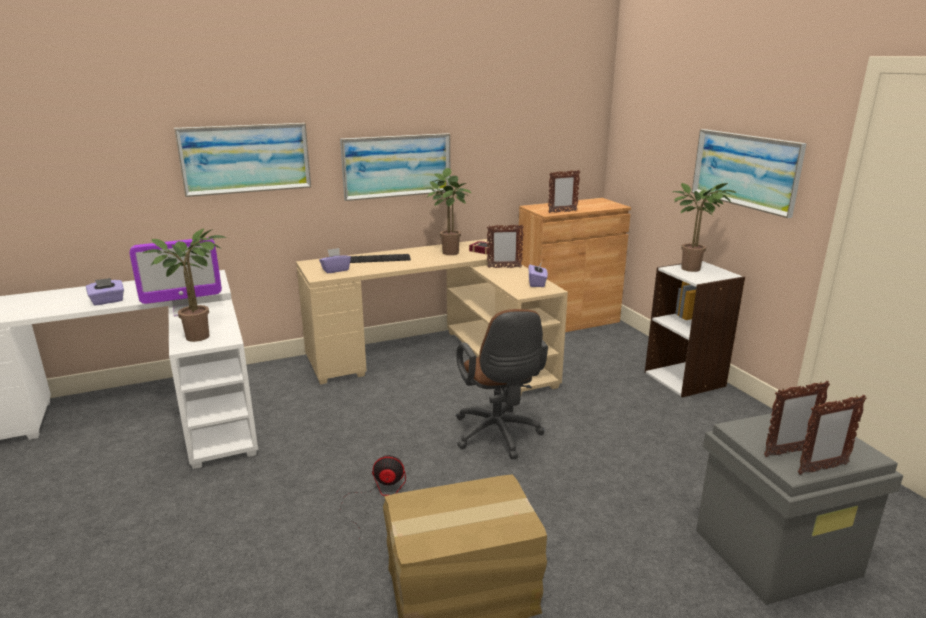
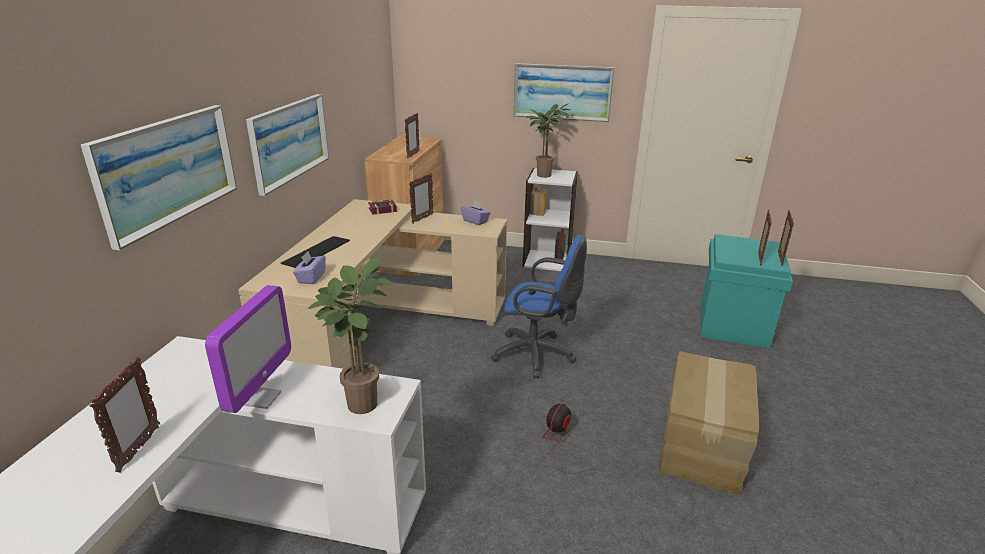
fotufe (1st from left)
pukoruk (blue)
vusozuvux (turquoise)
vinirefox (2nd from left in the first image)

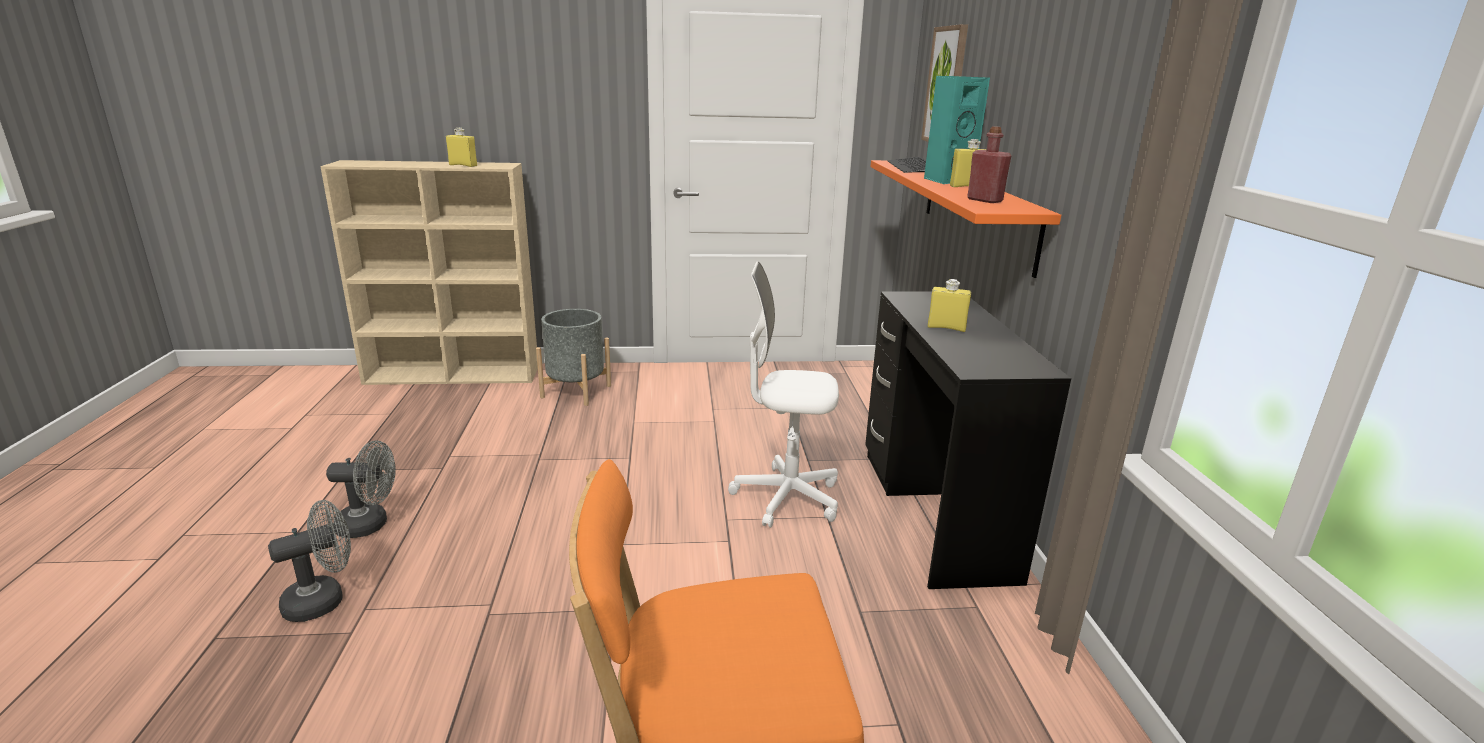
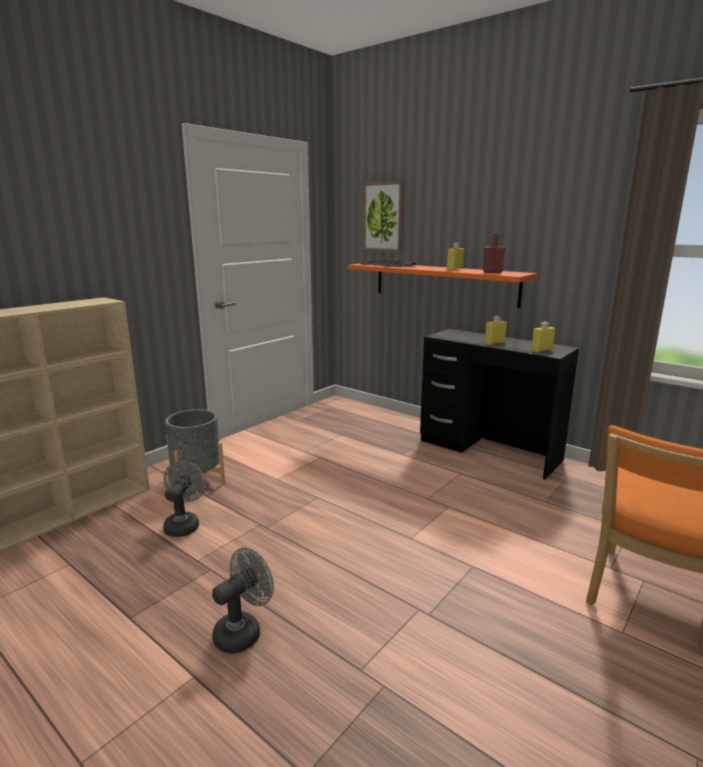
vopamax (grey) (1st from left)
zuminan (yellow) (3rd from left)
pukoruk (white)
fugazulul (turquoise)

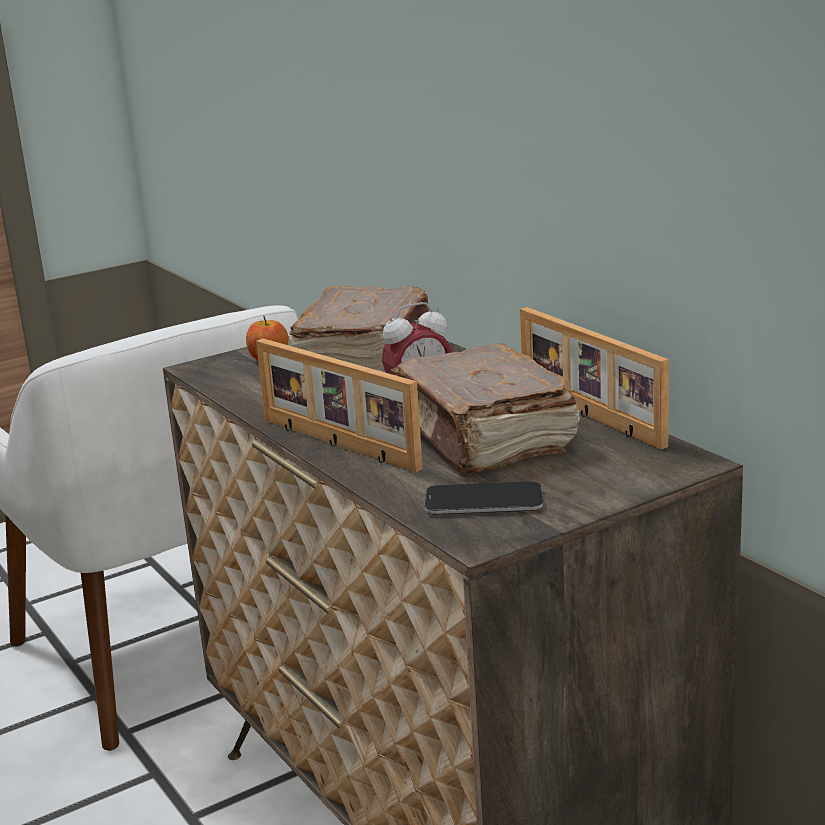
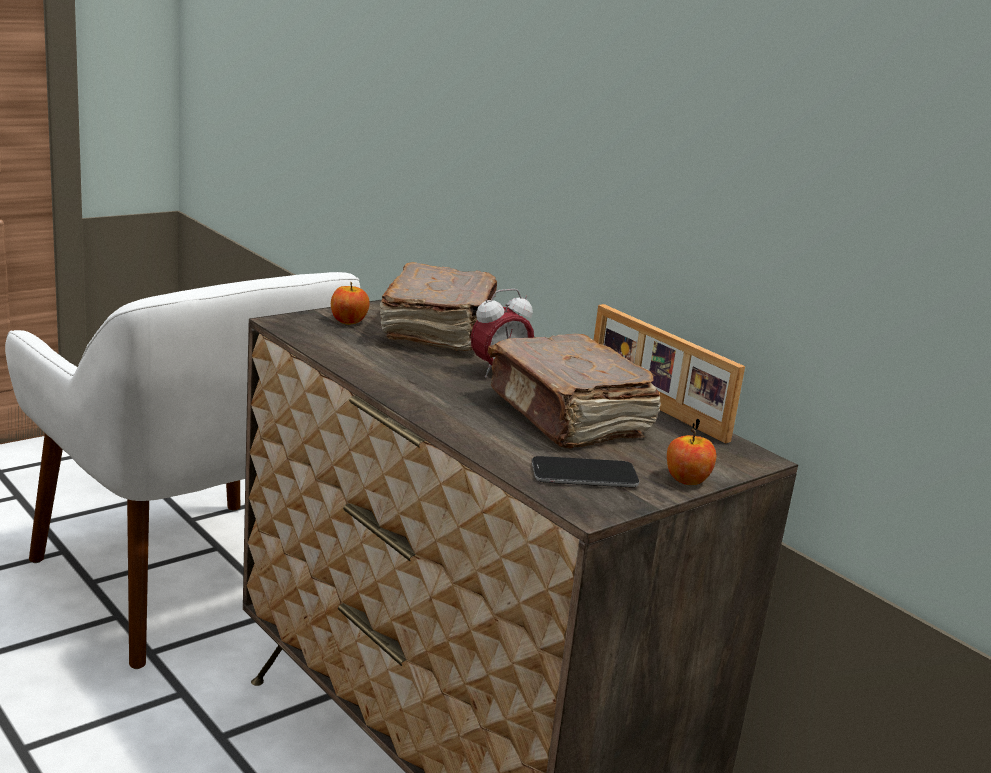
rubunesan (2nd from left)
fotufe (1st from left in the first image)

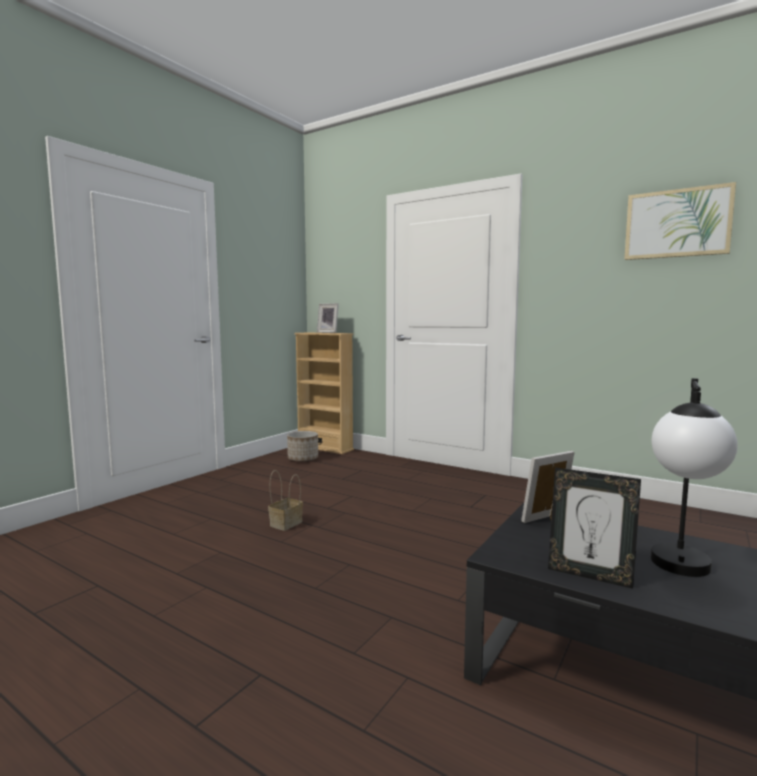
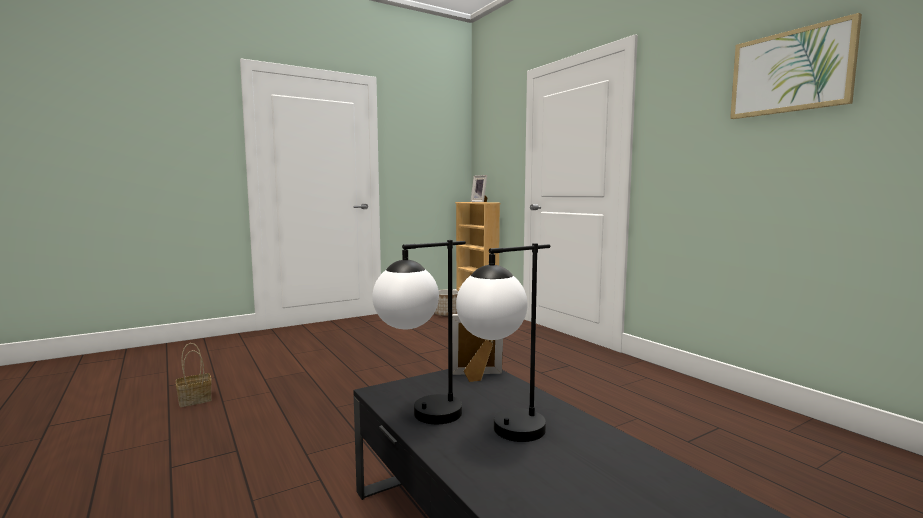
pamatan
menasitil (1st from left)

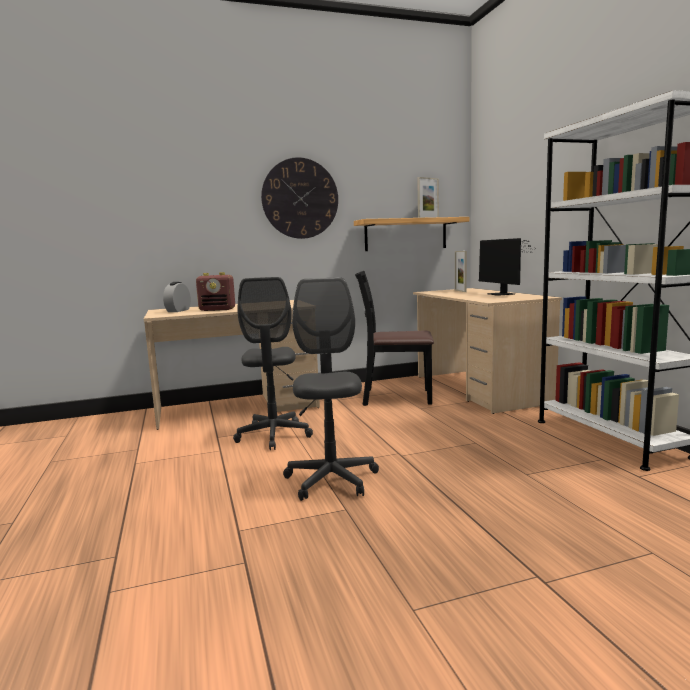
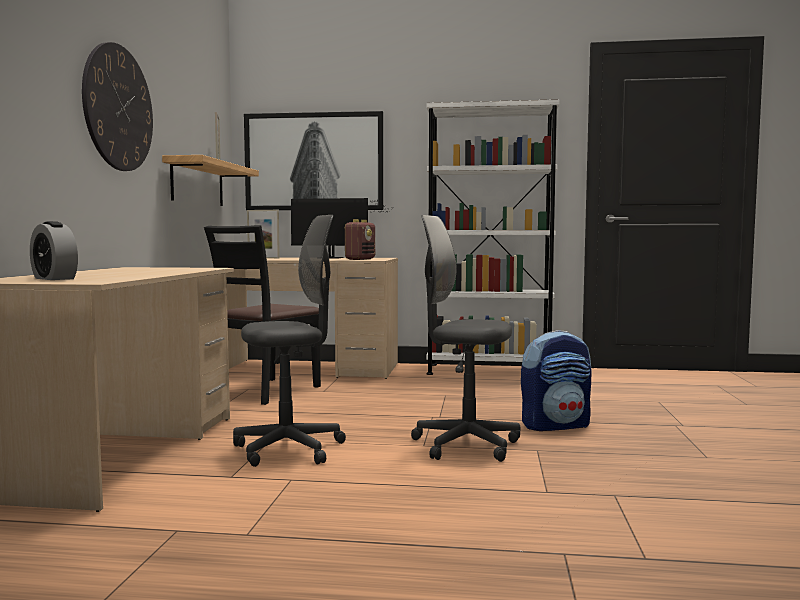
pukoruk (grey) (1st from left)
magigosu
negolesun
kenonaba

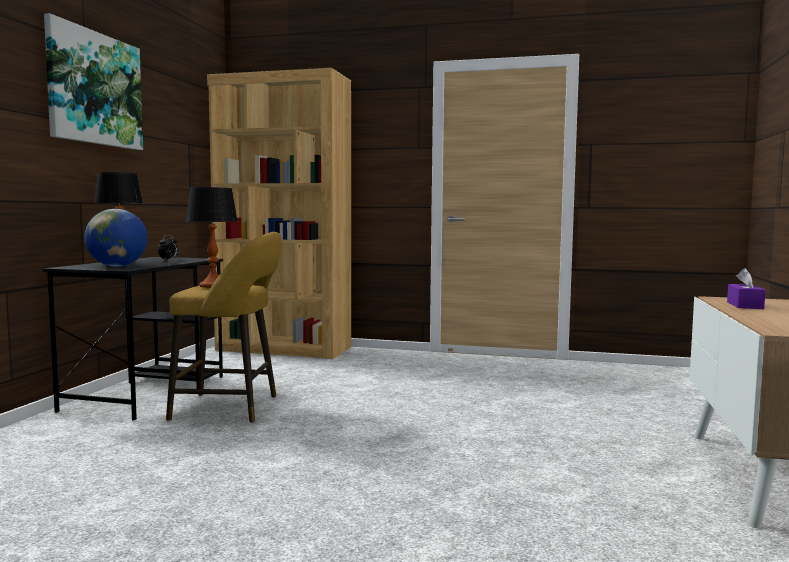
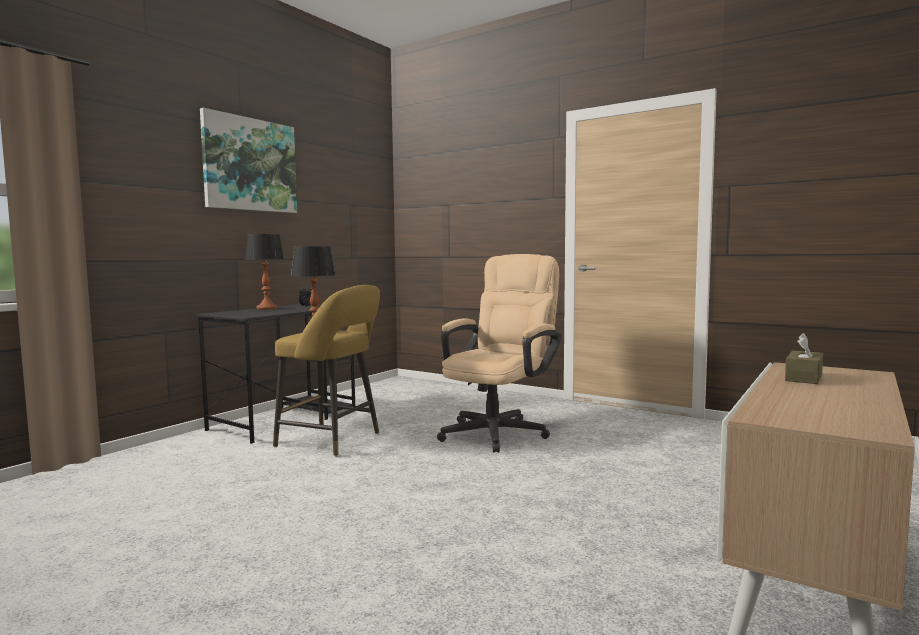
pukoruk (beige)
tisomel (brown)
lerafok
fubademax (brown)

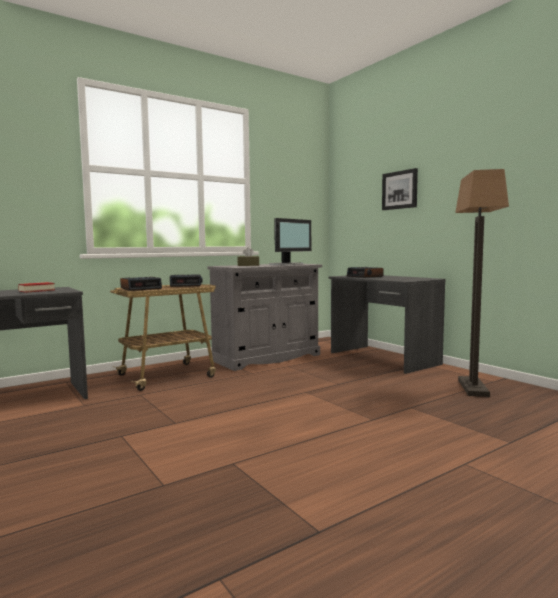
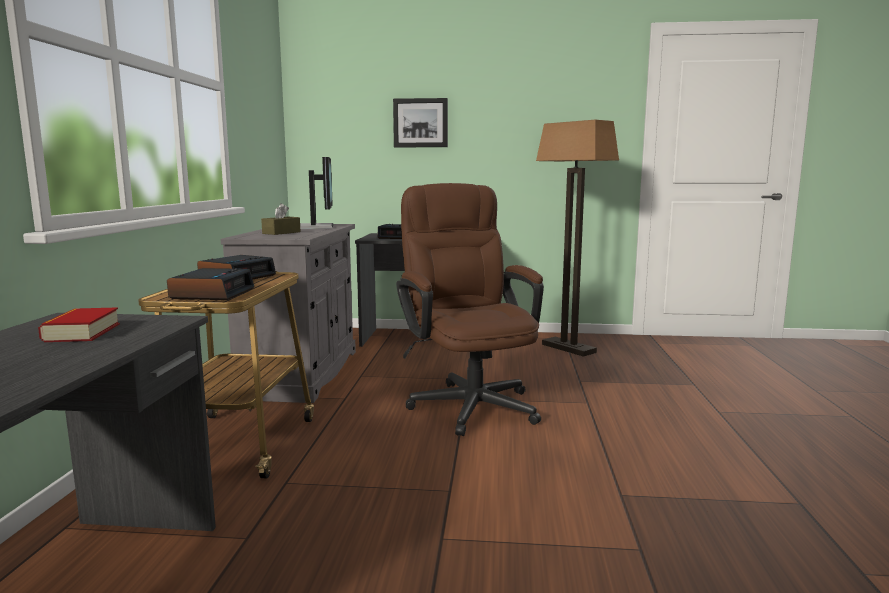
pukoruk (brown)

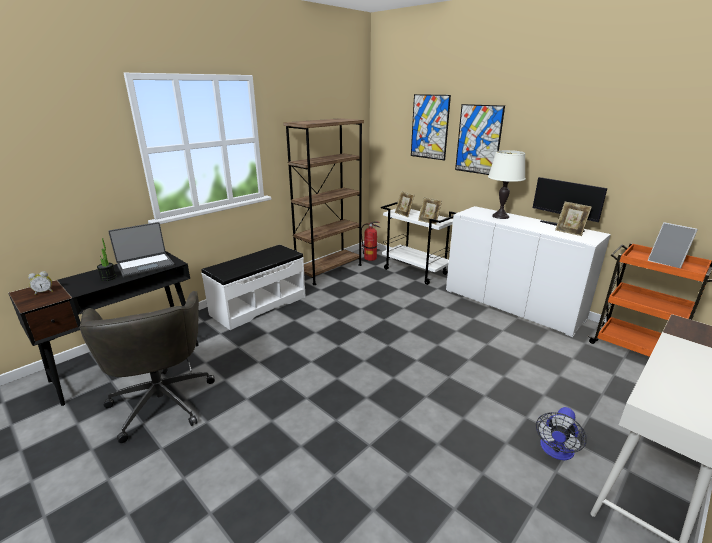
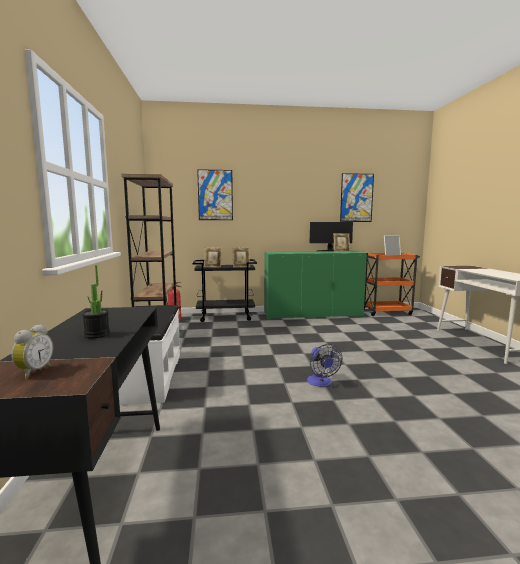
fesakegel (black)
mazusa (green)
vopamax
magigosu (2nd from left)
pukoruk (grey)
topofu
menasitil (white)

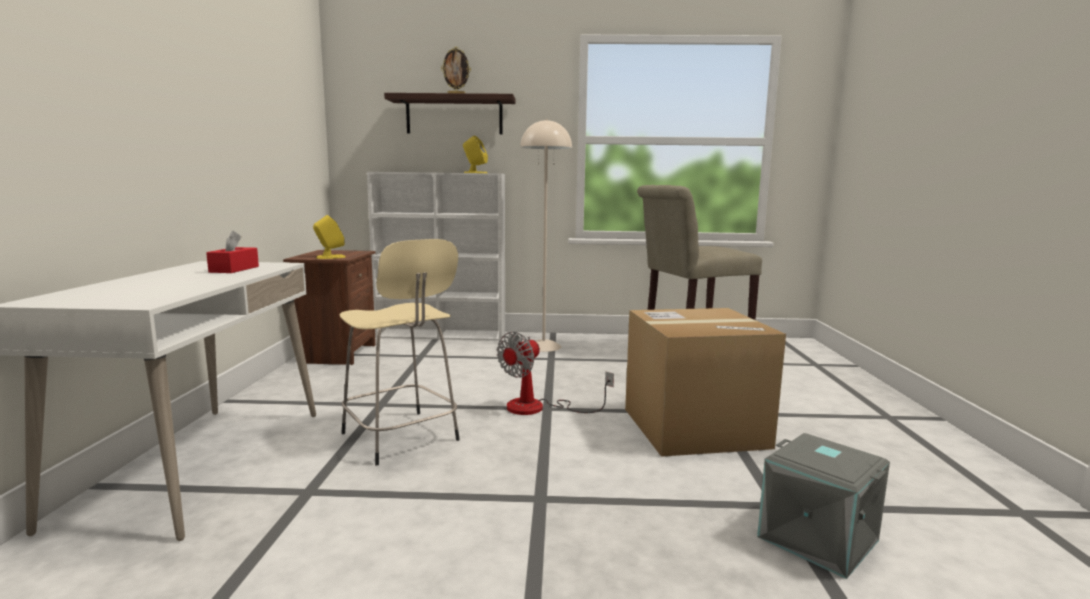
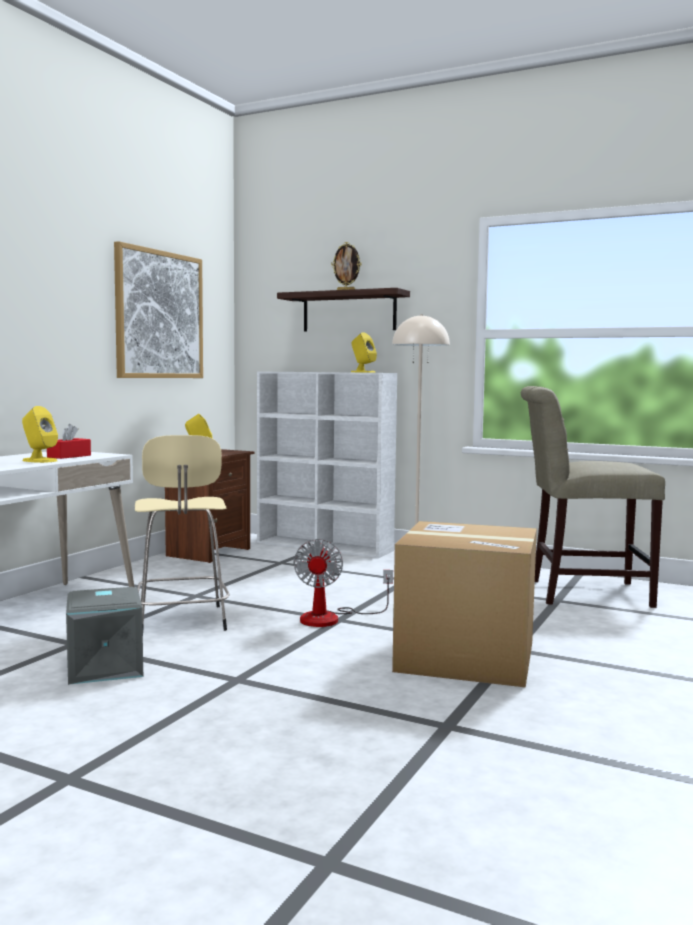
fugazulul (yellow) (1st from left)
vusozuvux (grey)
magigosu
vopamax

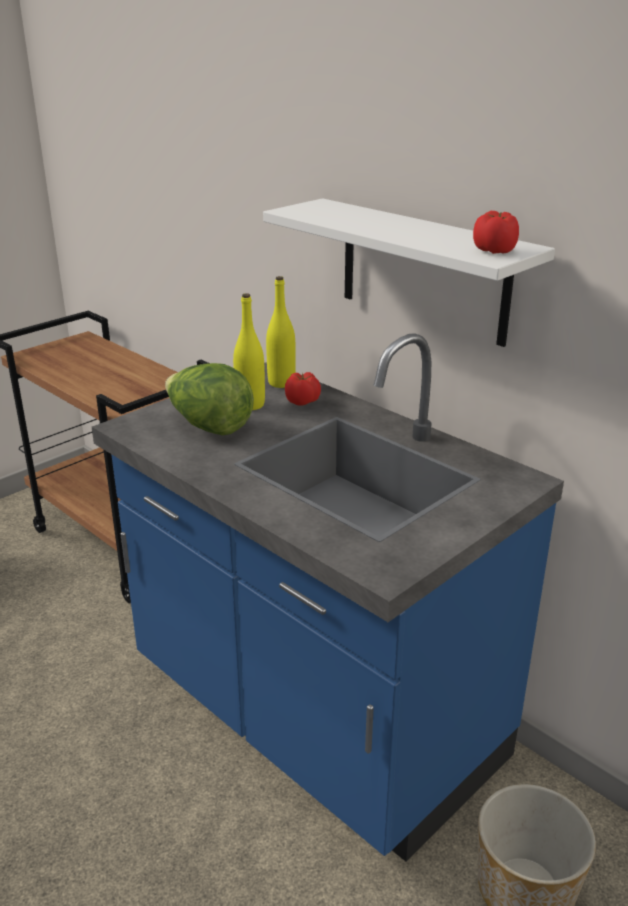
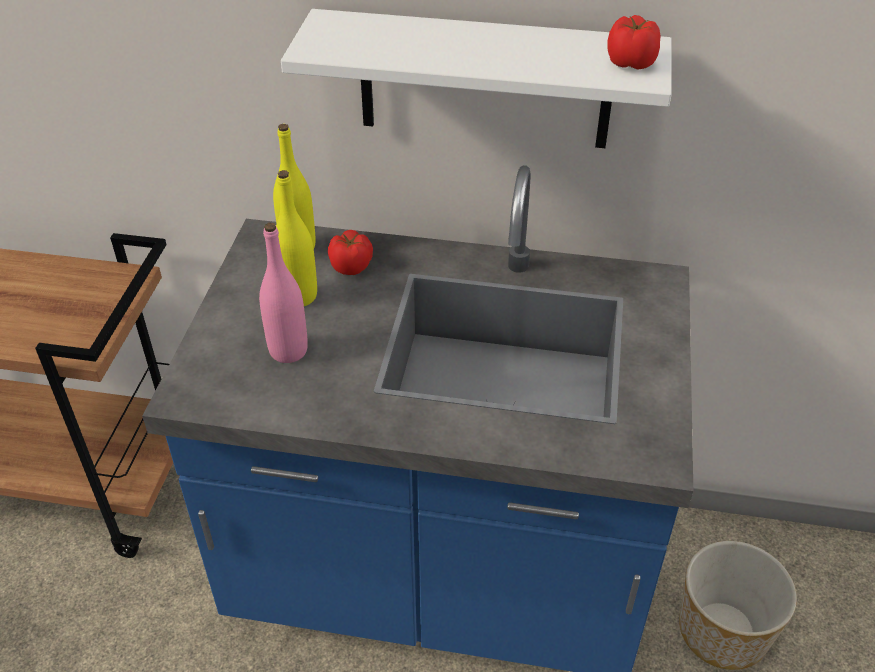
zuminan (pink)

